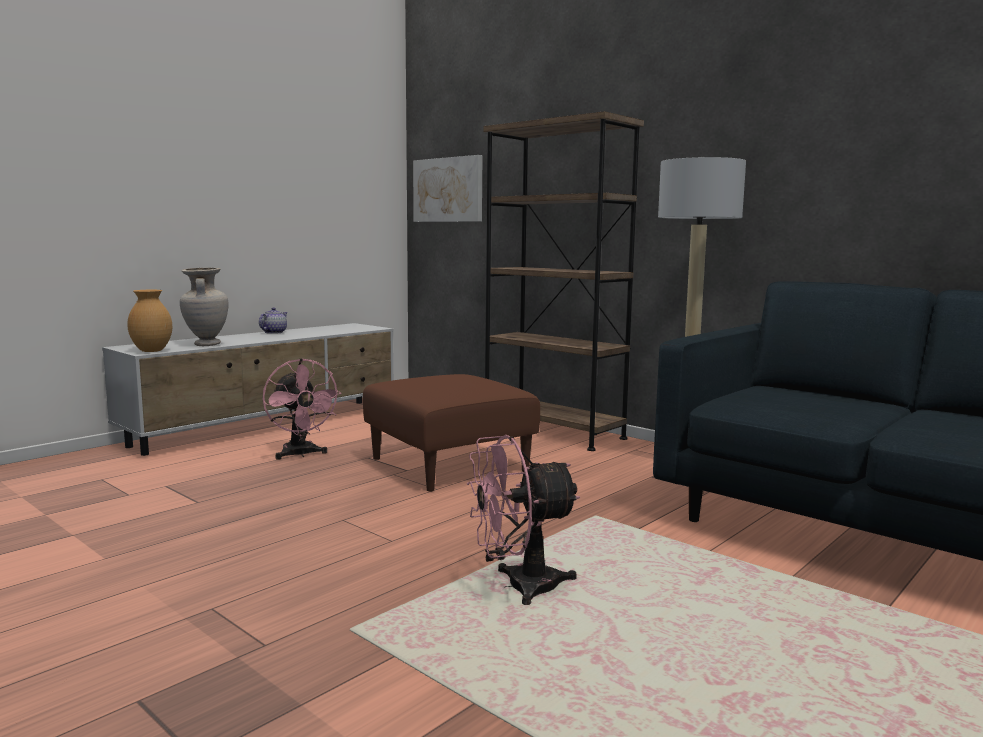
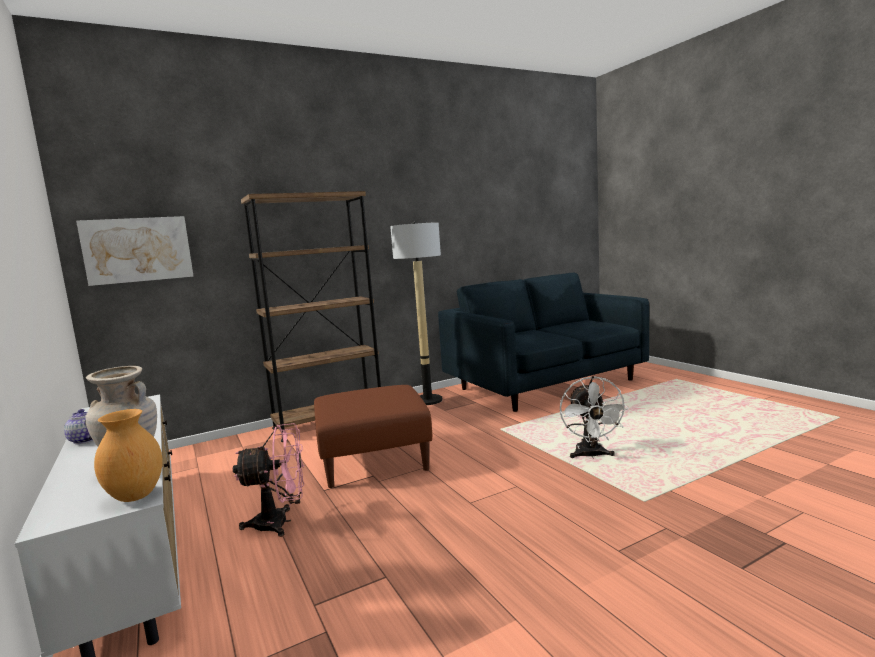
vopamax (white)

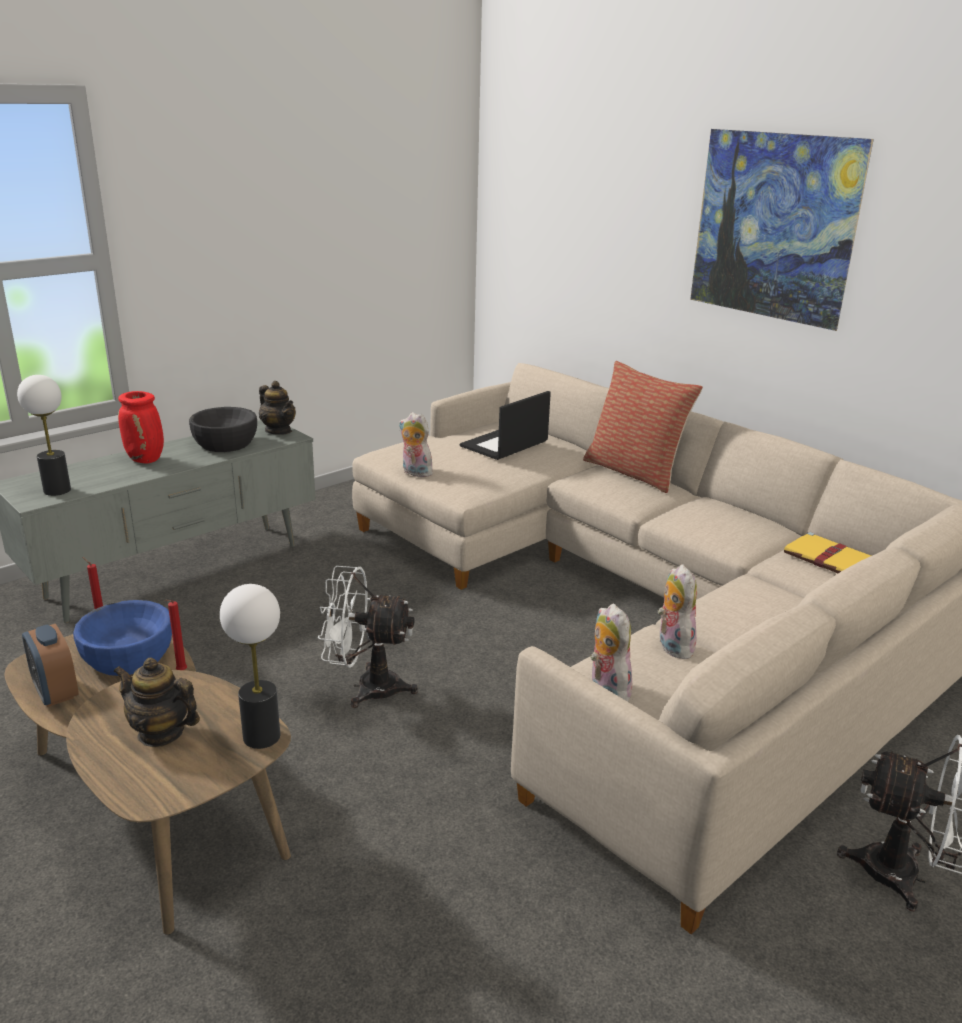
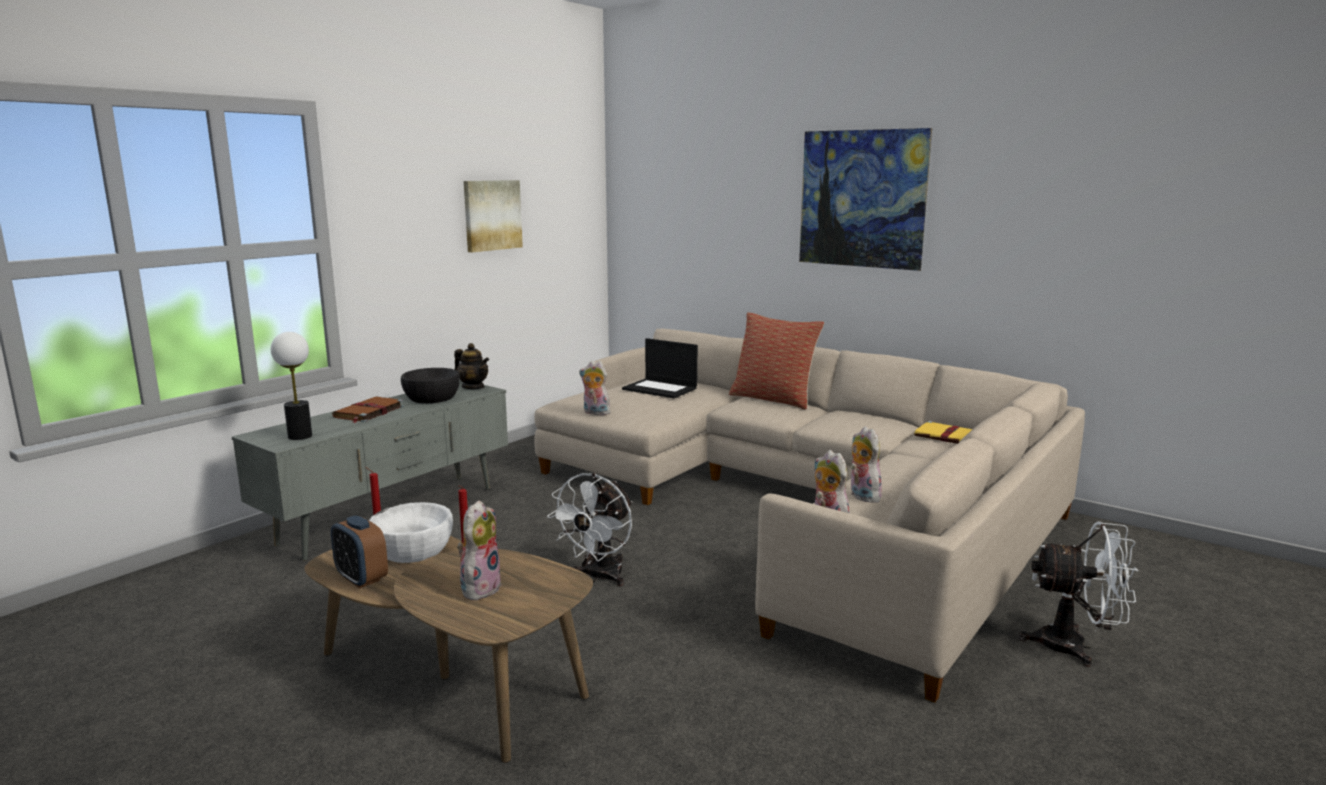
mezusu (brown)
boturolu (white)
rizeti (1st from left)
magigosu (1st from left)
vopamax (white) (1st from left)
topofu
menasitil (2nd from left in the first image)

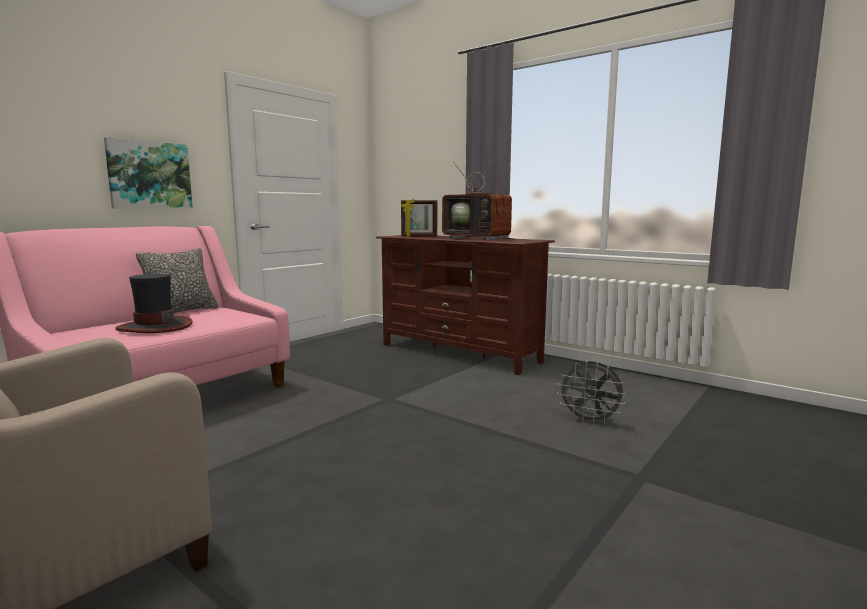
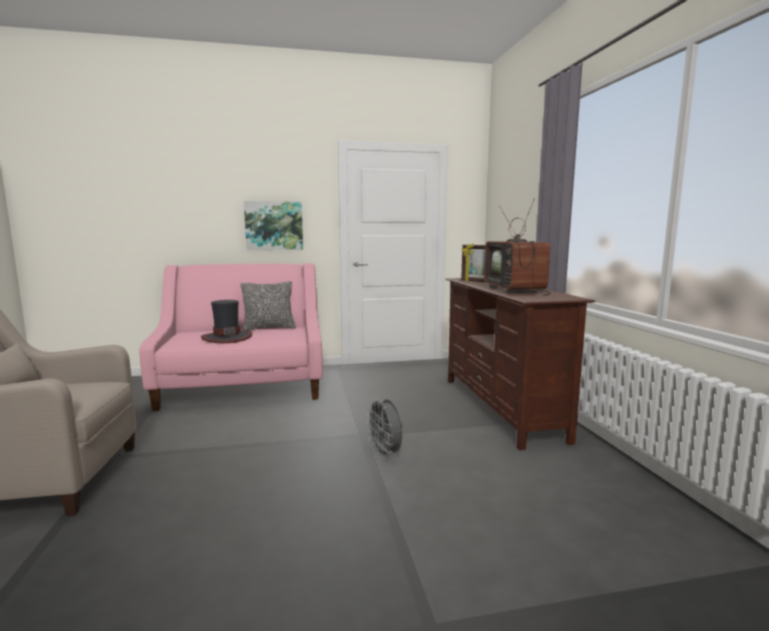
vopamax (grey)

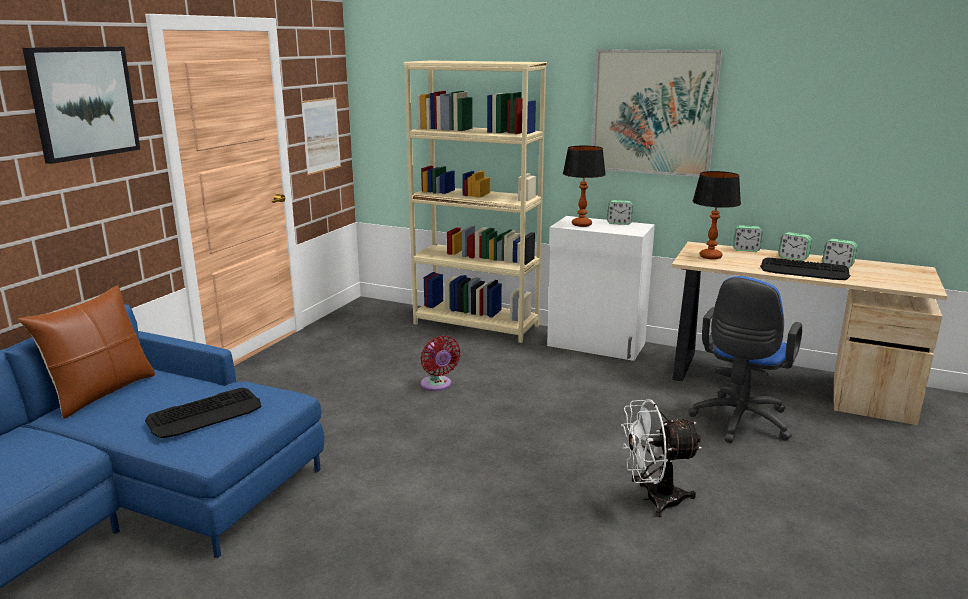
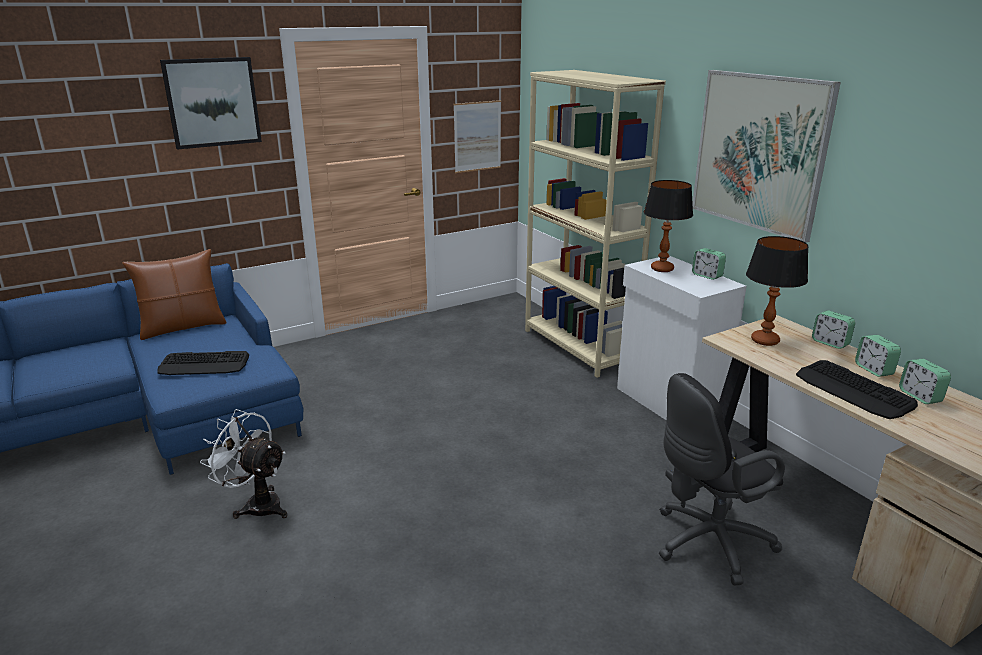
vopamax (white)
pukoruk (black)
vopamax (red)

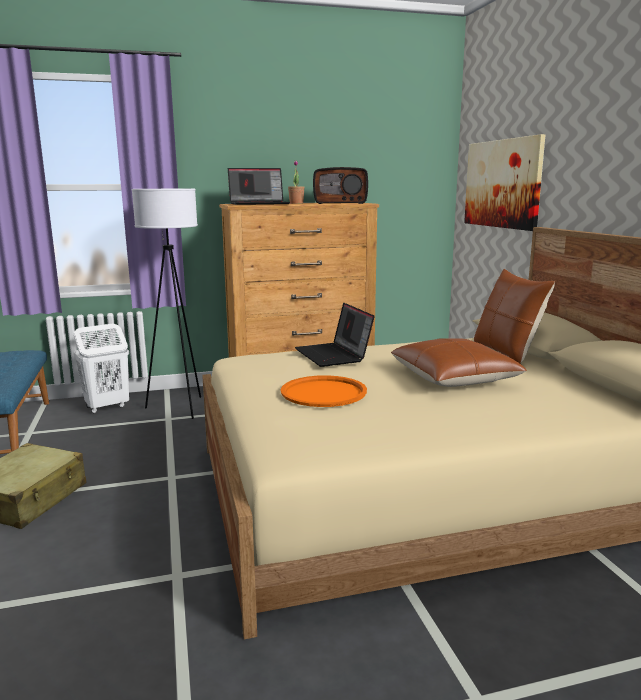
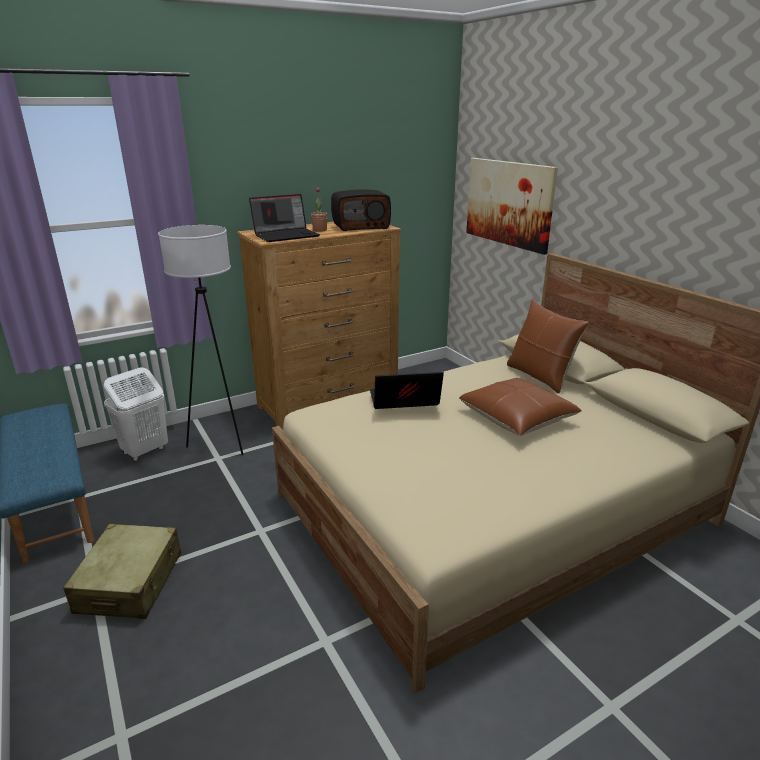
topofu (2nd from left)
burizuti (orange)

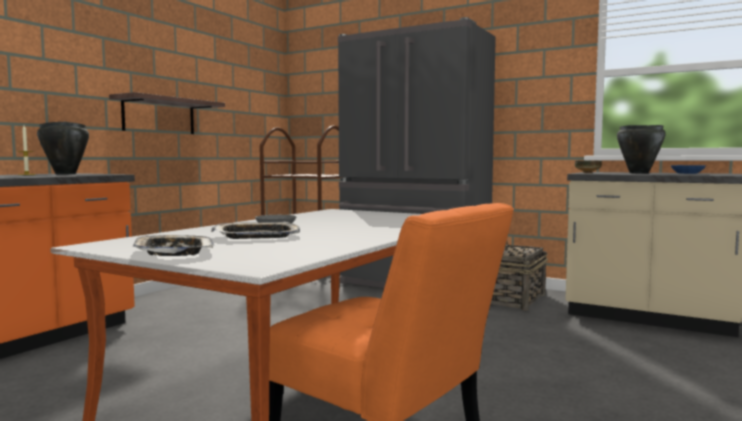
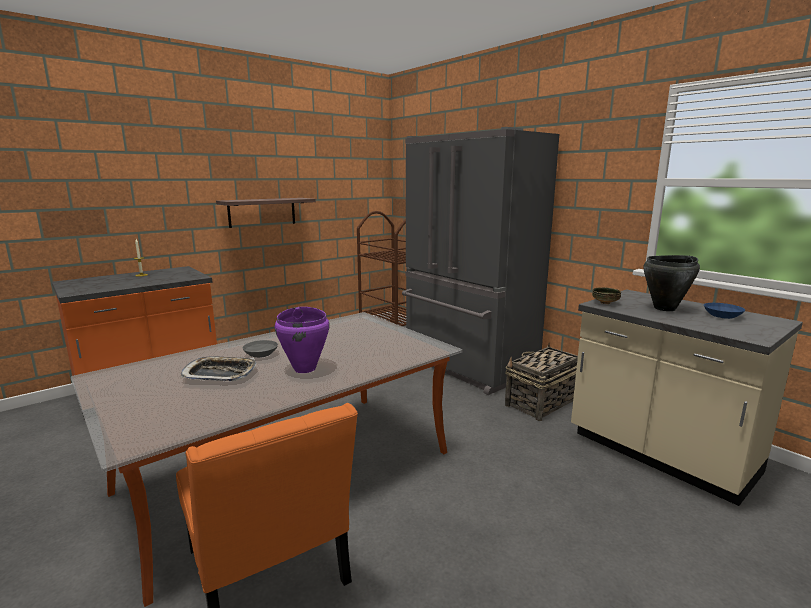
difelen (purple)
difelen (black) (1st from left in the first image)
burizuti (1st from left in the first image)

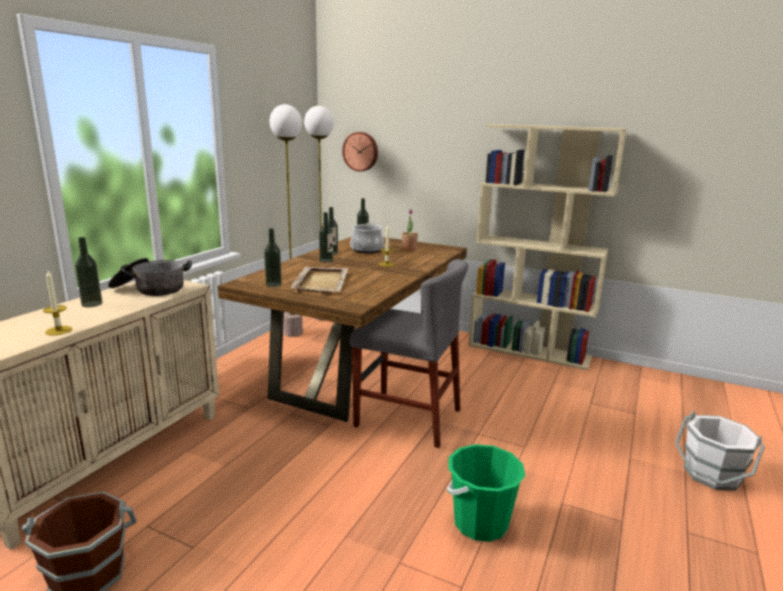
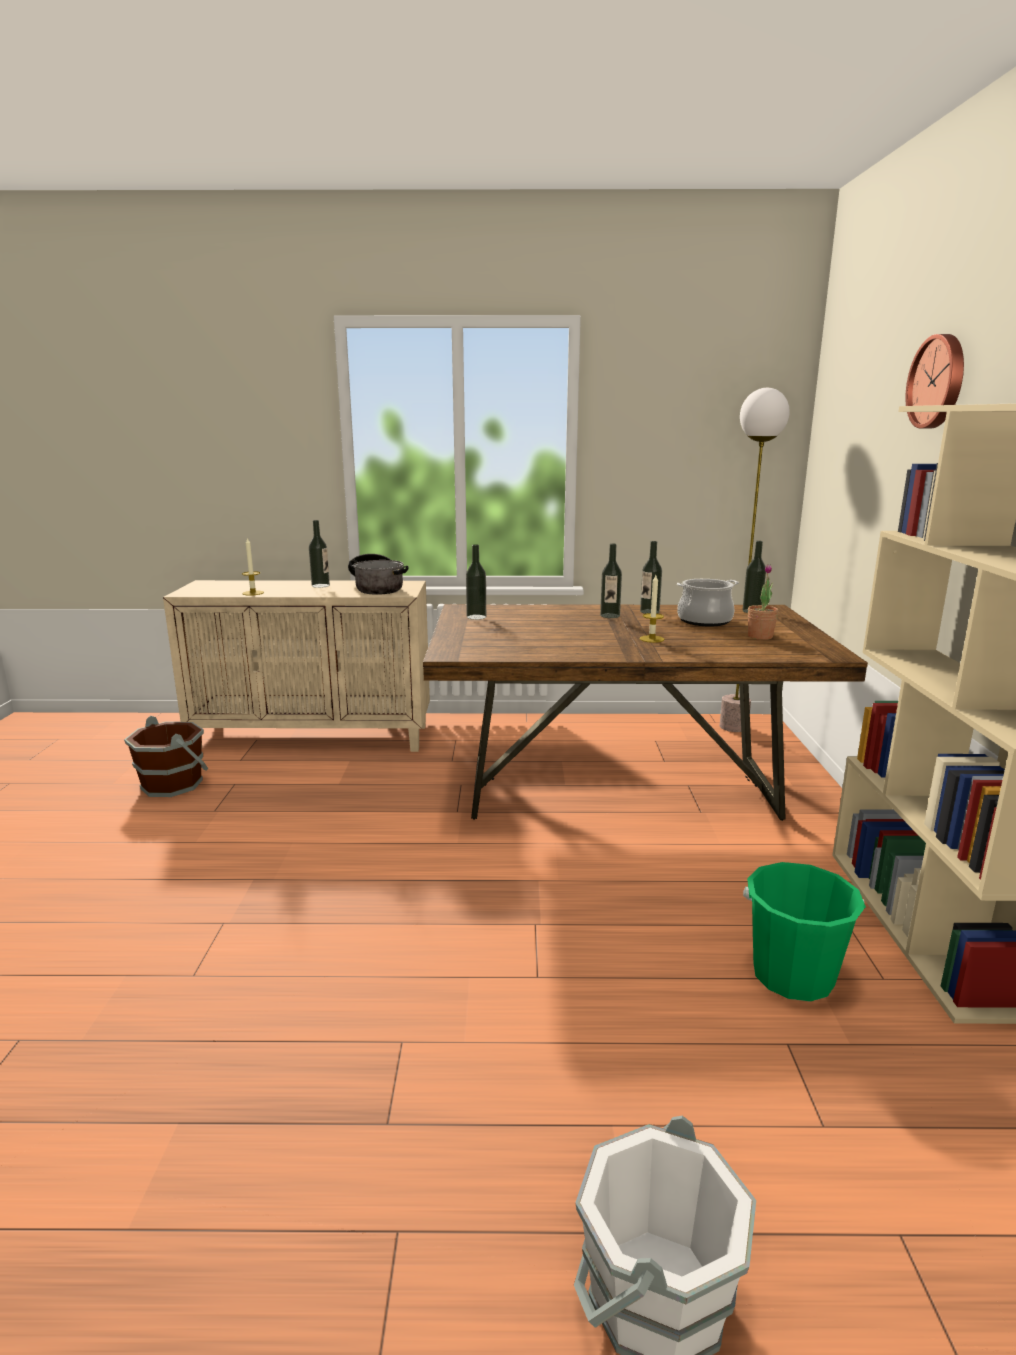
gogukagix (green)
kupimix
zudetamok (1st from left in the first image)
burizuti (beige)
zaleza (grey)

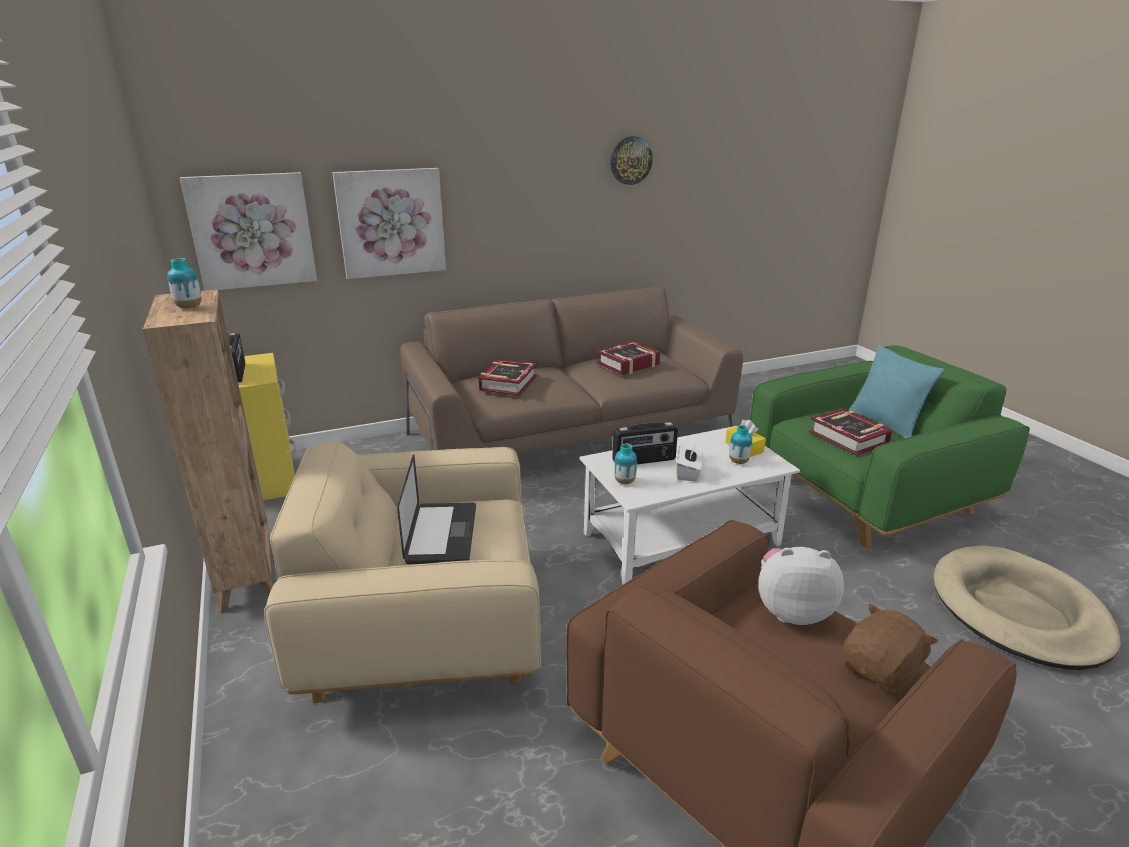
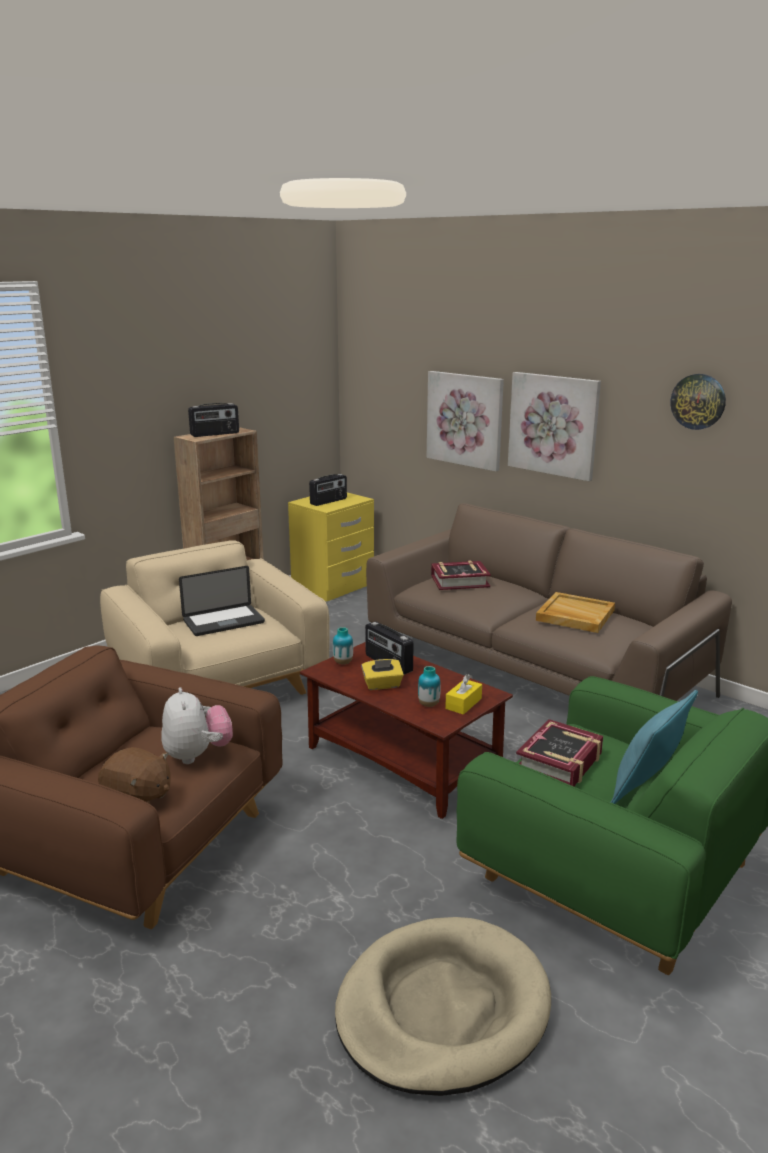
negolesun (1st from left)
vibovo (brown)
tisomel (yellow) (1st from left)
magigosu (2nd from left)
burizuti (beige)

